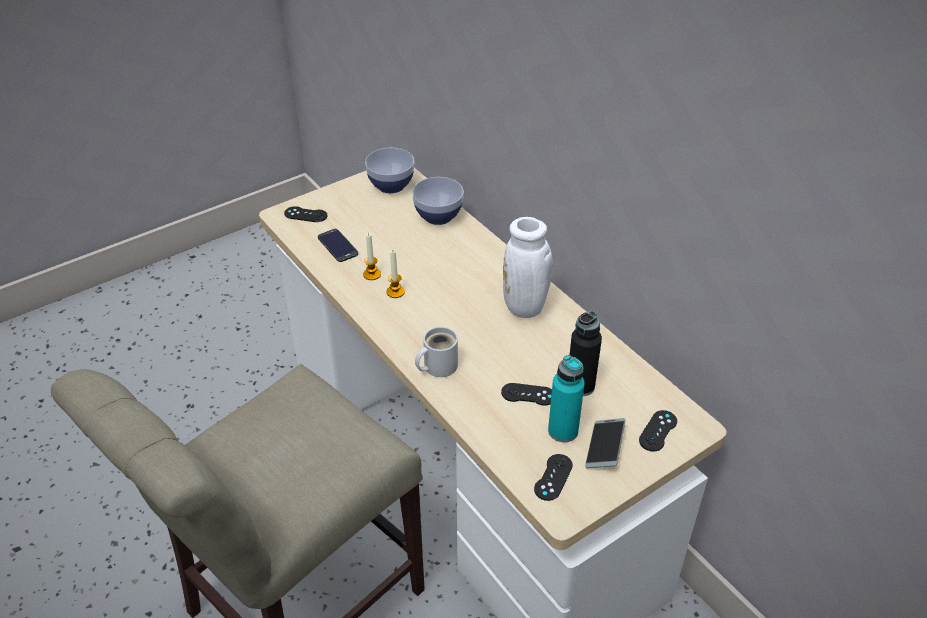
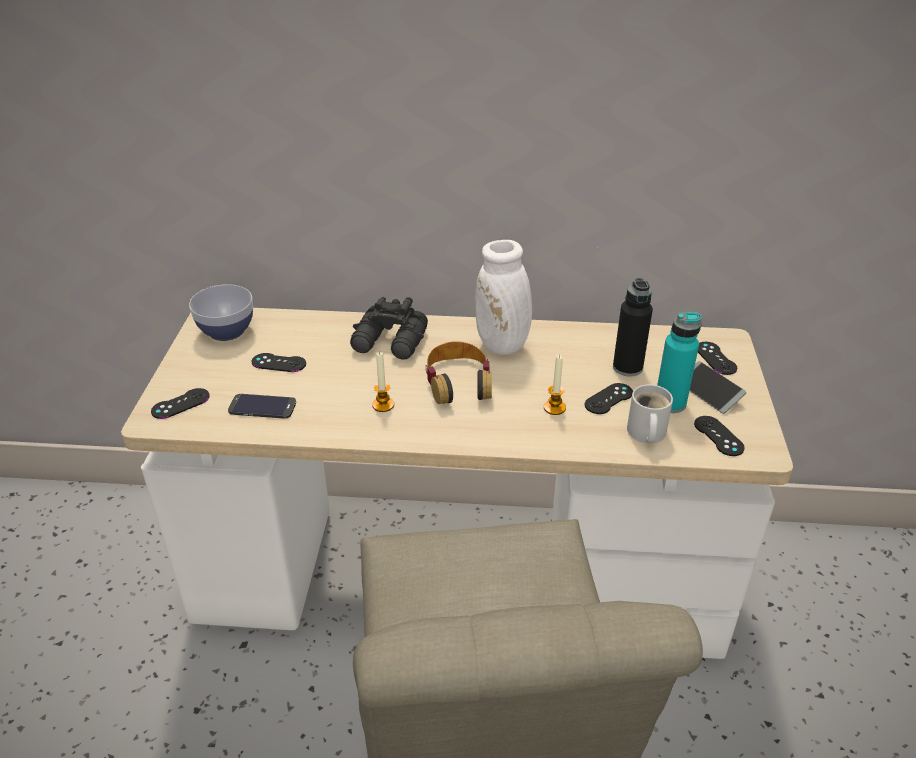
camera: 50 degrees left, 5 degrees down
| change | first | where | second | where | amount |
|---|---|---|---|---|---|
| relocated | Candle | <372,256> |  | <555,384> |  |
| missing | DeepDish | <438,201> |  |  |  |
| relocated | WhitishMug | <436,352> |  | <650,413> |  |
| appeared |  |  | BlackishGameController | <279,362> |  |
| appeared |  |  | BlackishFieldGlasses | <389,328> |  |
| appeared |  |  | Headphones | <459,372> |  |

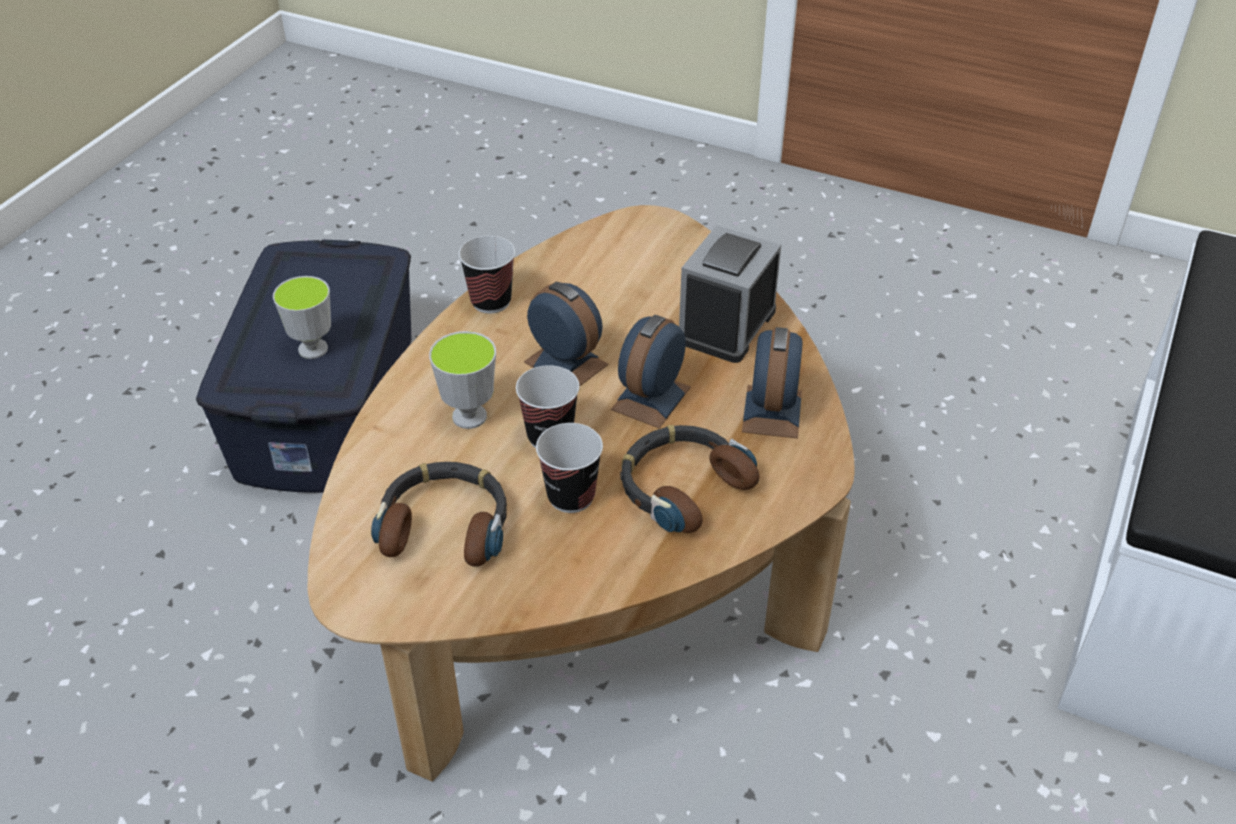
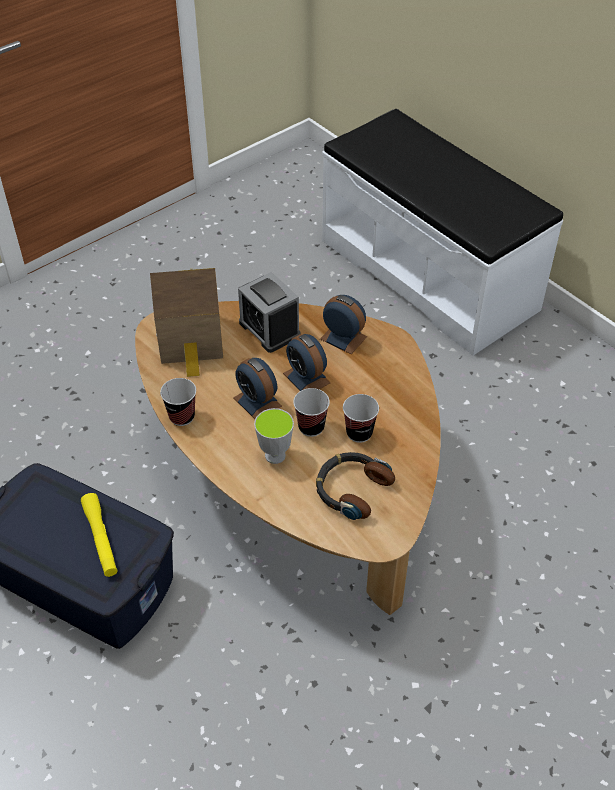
camera: 65 degrees left, 5 degrees up
| change | first | where | second | where | amount |
|---|---|---|---|---|---|
| exchanged | DrinkingCup | <302,317> | YellowColouredFlashlight | <99,535> |  |
| spun | BedsideClock | <566,334> |  | <257,388> | 105 degrees counterclockwise |
| missing | Headphones | <689,479> |  |  |  |
| appeared |  |  | ModelHouse | <186,322> |  |

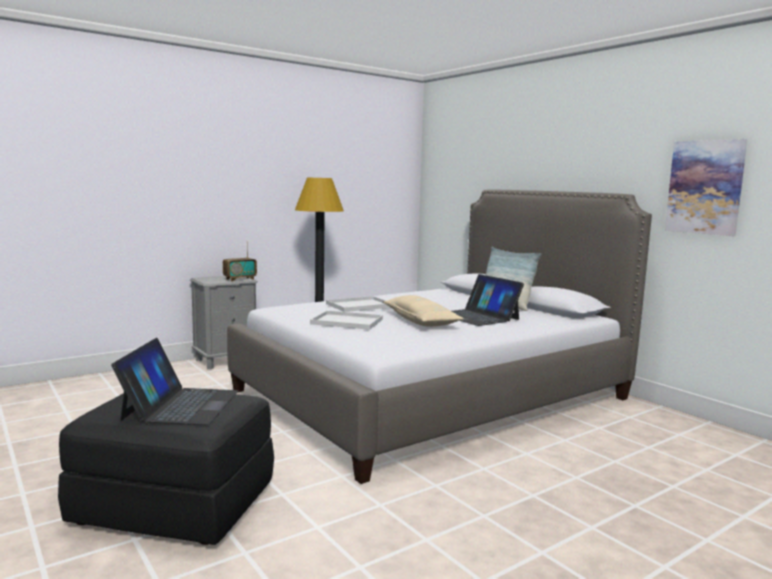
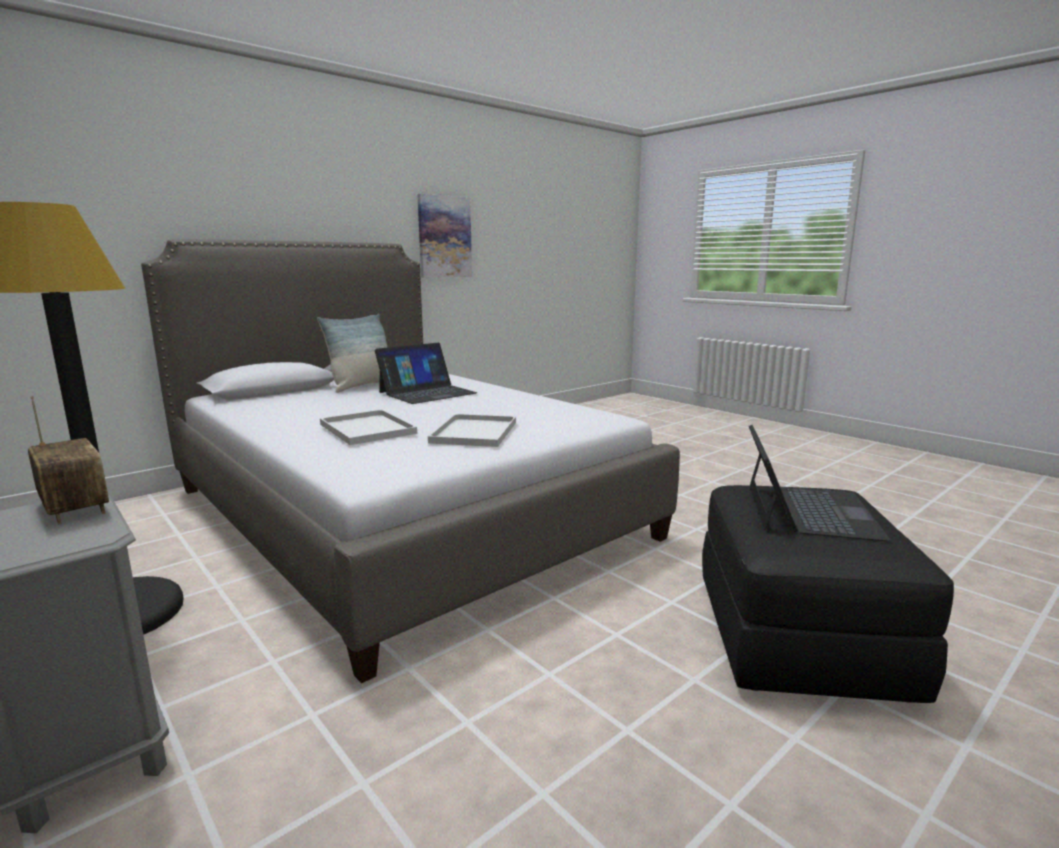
camera: 95 degrees left, 5 degrees up
| change | first | where | second | where | amount |
|---|---|---|---|---|---|
| spun | NotebookComputer | <174,381> |  | <820,483> | 105 degrees clockwise |
| missing | BeigeColouredThrowPillow | <423,311> |  |  |  |

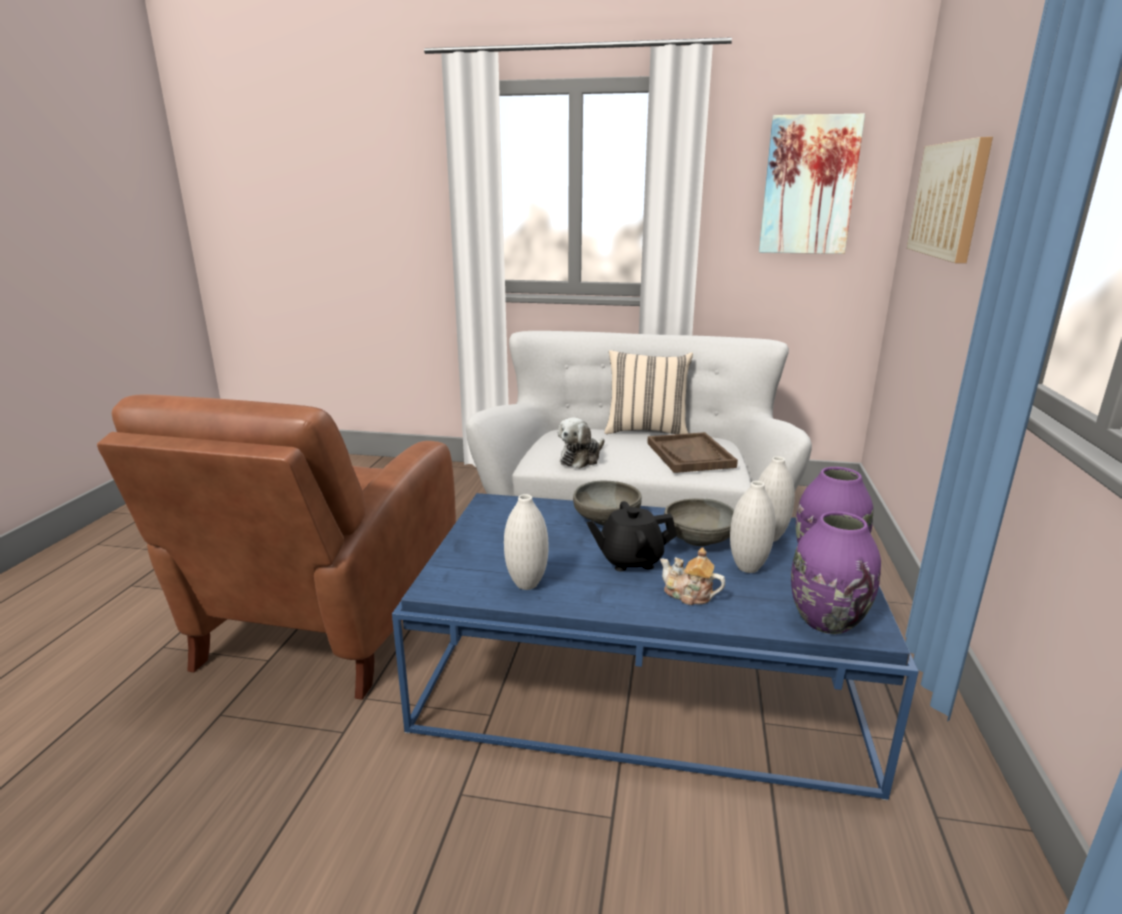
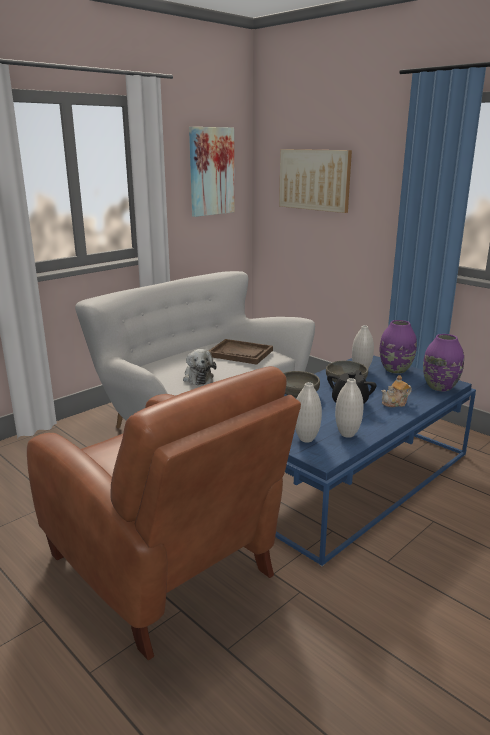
camera: 55 degrees left, 0 degrees up
| change | first | where | second | where | amount |
|---|---|---|---|---|---|
| missing | BeigeColouredThrowPillow | <648,392> |  |  |  |
| relocated | WhitishVase | <752,527> |  | <308,412> |  |

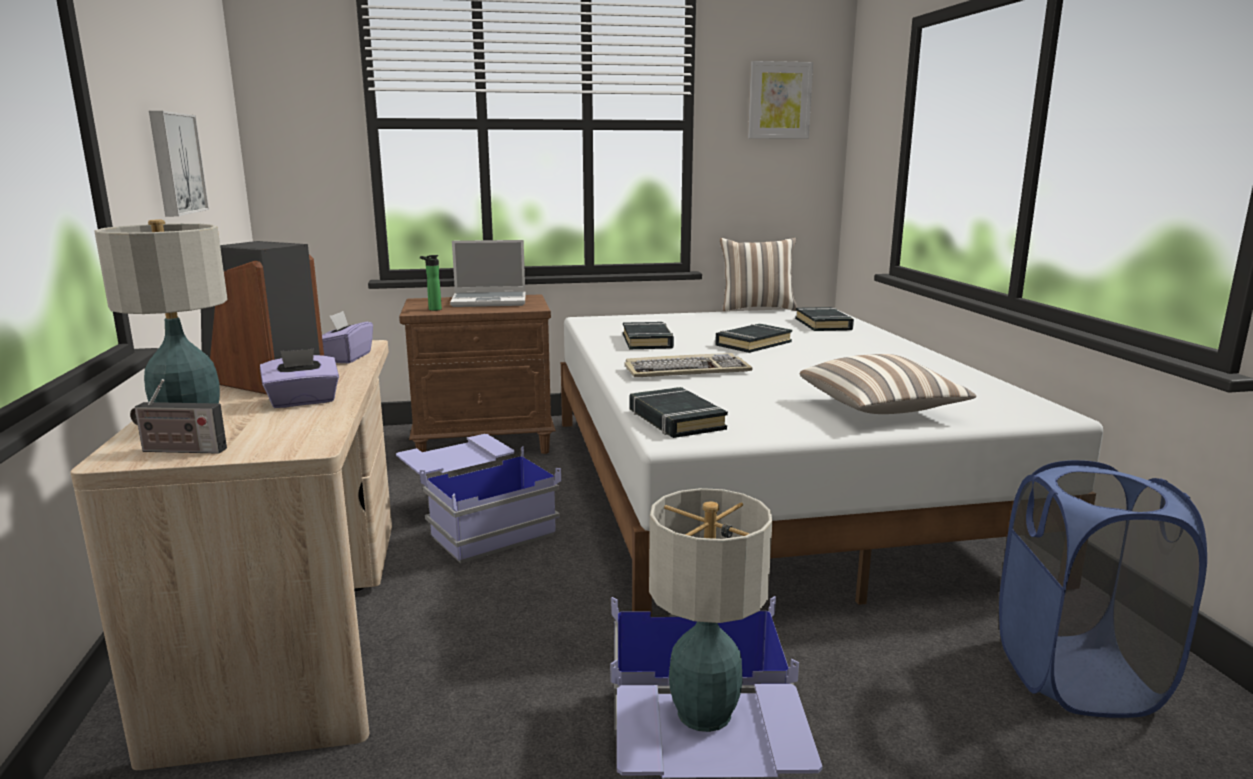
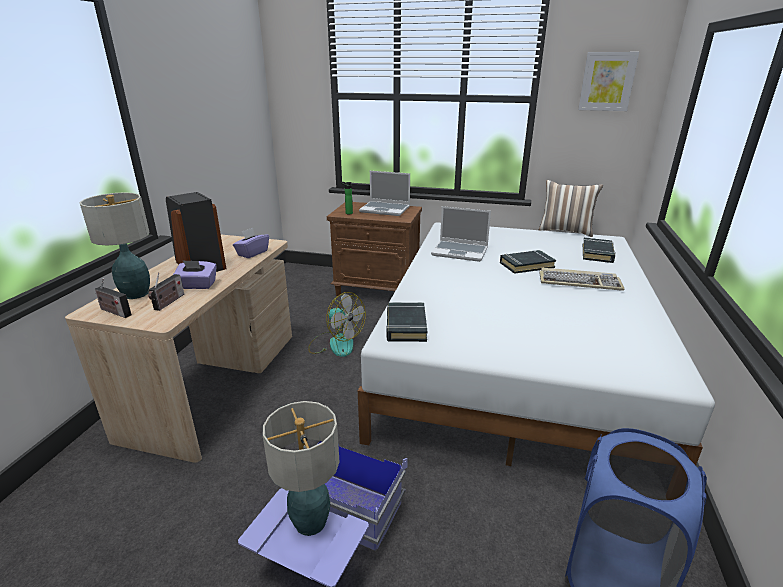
camera: 25 degrees right, 10 degrees up
| change | first | where | second | where | amount |
|---|---|---|---|---|---|
| missing | WallPicture | <179,163> |  |  |  |
| exchanged | BluishStorageBox | <478,499> | Fan | <337,324> |  |
| exchanged | BlackishBoundBook | <648,335> | NotebookComputer | <461,234> |  |
| relocated | Keyboard | <688,365> |  | <582,279> |  |
| missing | ThrowPillow | <888,384> |  |  |  |
| appeared |  |  | RadioSet | <166,292> |  |

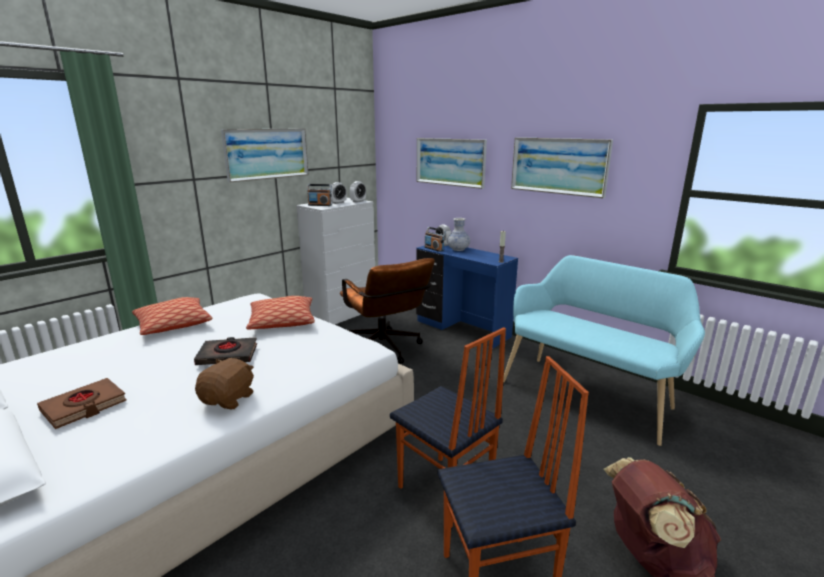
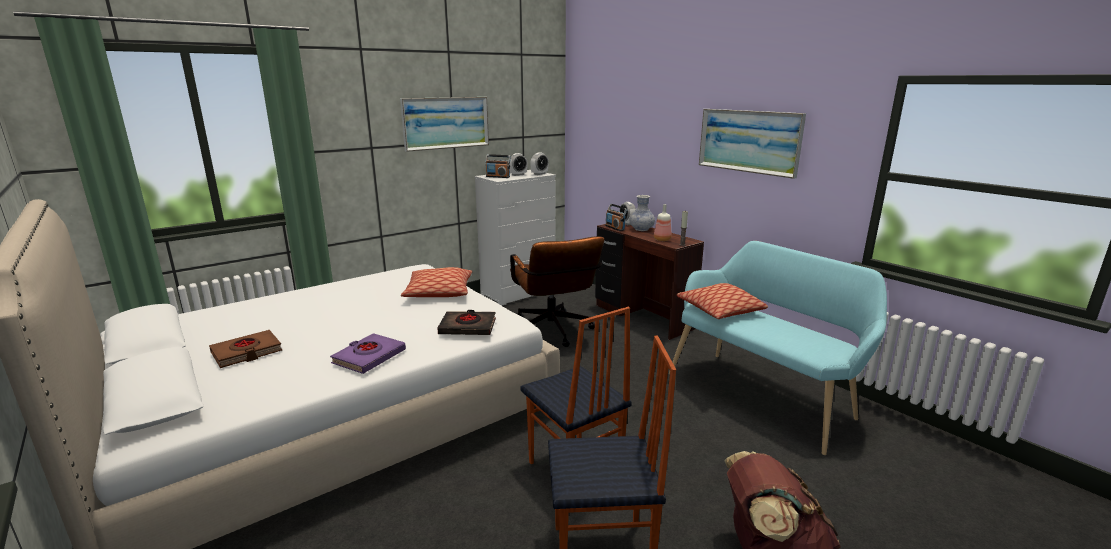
camera: 10 degrees right, 0 degrees up
| change | first | where | second | where | amount |
|---|---|---|---|---|---|
| relocated | ThrowPillow | <172,316> |  | <722,301> |  |
| relocated | BlackishBoundBook | <225,351> |  | <466,322> |  |
| exchanged | BrownPlushToy | <224,383> | PurplishBoundBook | <368,353> |  |
| colour | BluishDesk | <467,297> | BrownDesk | <649,282> |  |
| missing | WallPicture | <452,163> |  |  |  |
| appeared |  |  | BeverageBottle | <663,222> |  |

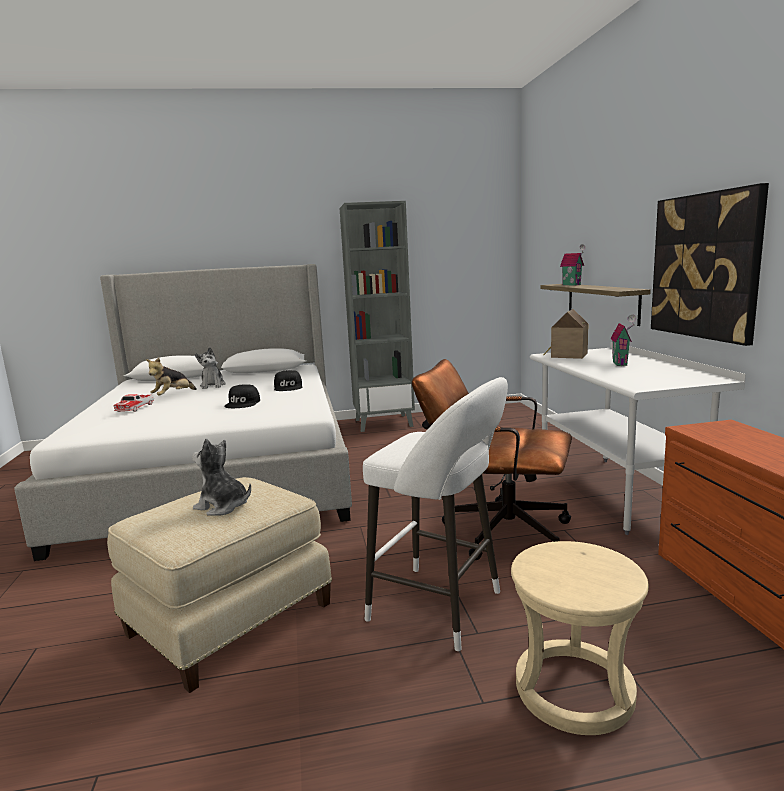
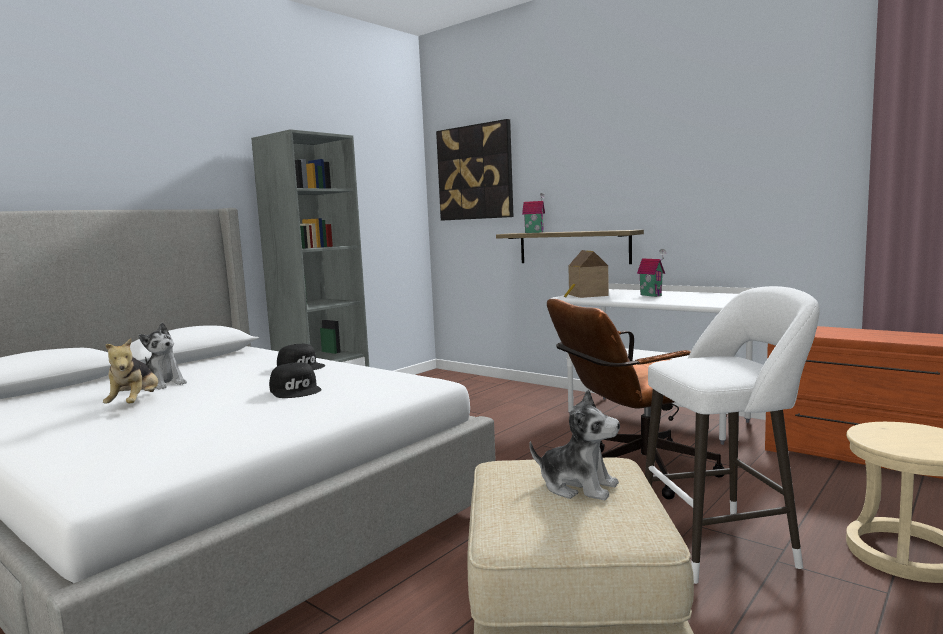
camera: 40 degrees left, 5 degrees down
| change | first | where | second | where | amount |
|---|---|---|---|---|---|
| missing | MiniatureCar | <134,403> |  |  |  |
| spun | PlushToy | <221,477> |  | <575,445> | 135 degrees counterclockwise |
| relocated | WallPicture | <710,264> |  | <475,170> |  |

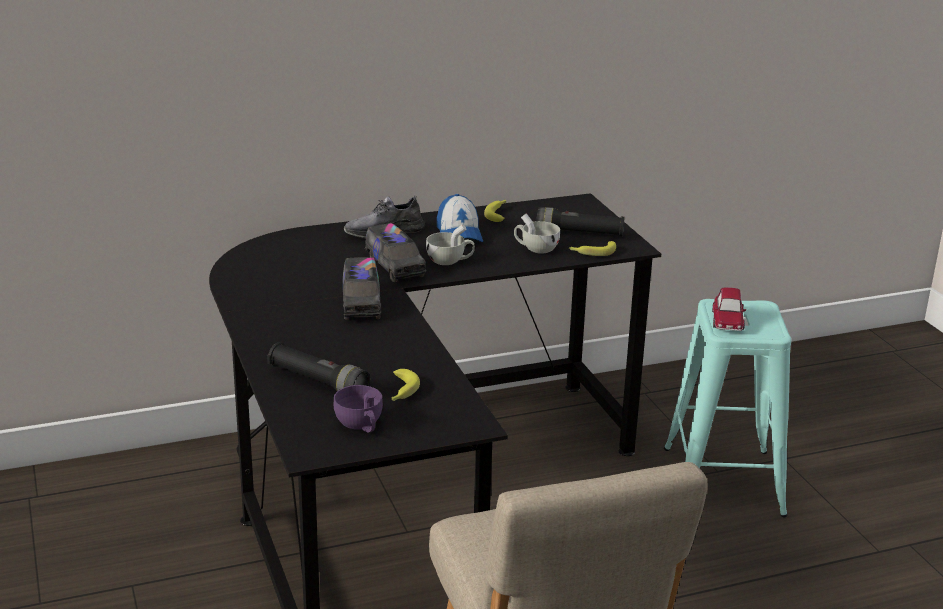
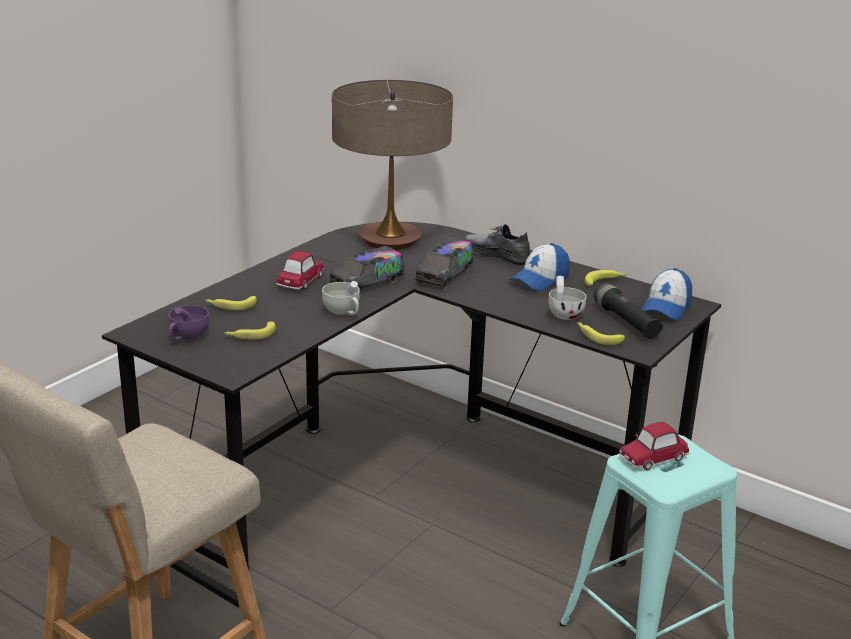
camera: 55 degrees right, 0 degrees up
| change | first | where | second | where | amount |
|---|---|---|---|---|---|
| exchanged | BlackishFlashlight | <318,366> | BananaFruit | <231,303> |  |
| relocated | WhitishDrinkingCup | <450,244> |  | <341,298> |  |
| appeared |  |  | MiniatureCar | <300,270> |  |
| appeared |  |  | TabletopLamp | <392,165> |  |
| appeared |  |  | PeakedCap | <666,294> |  |

